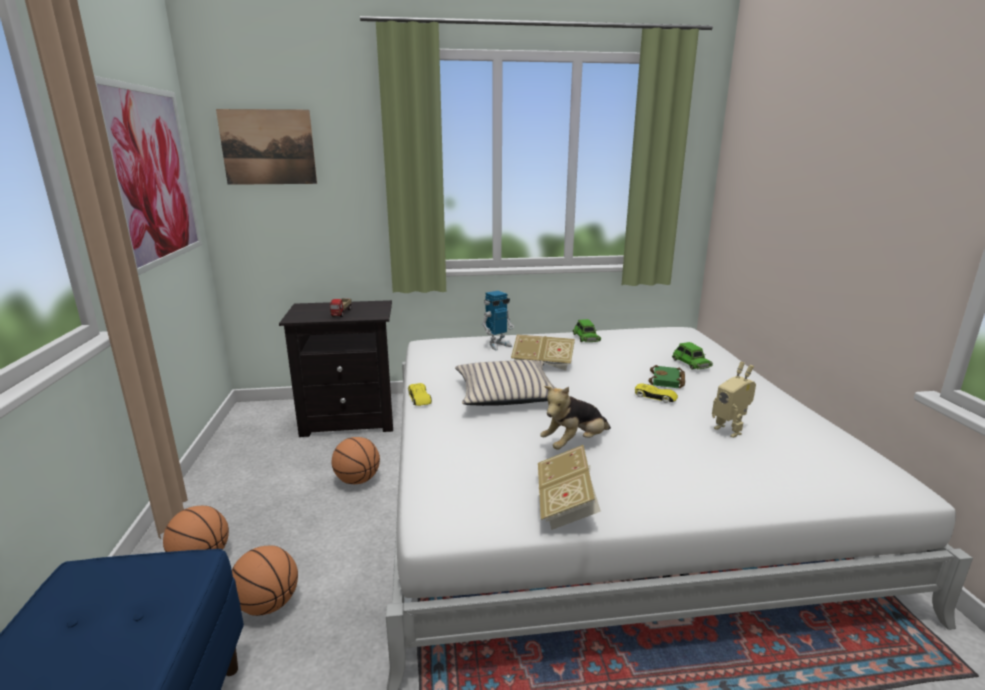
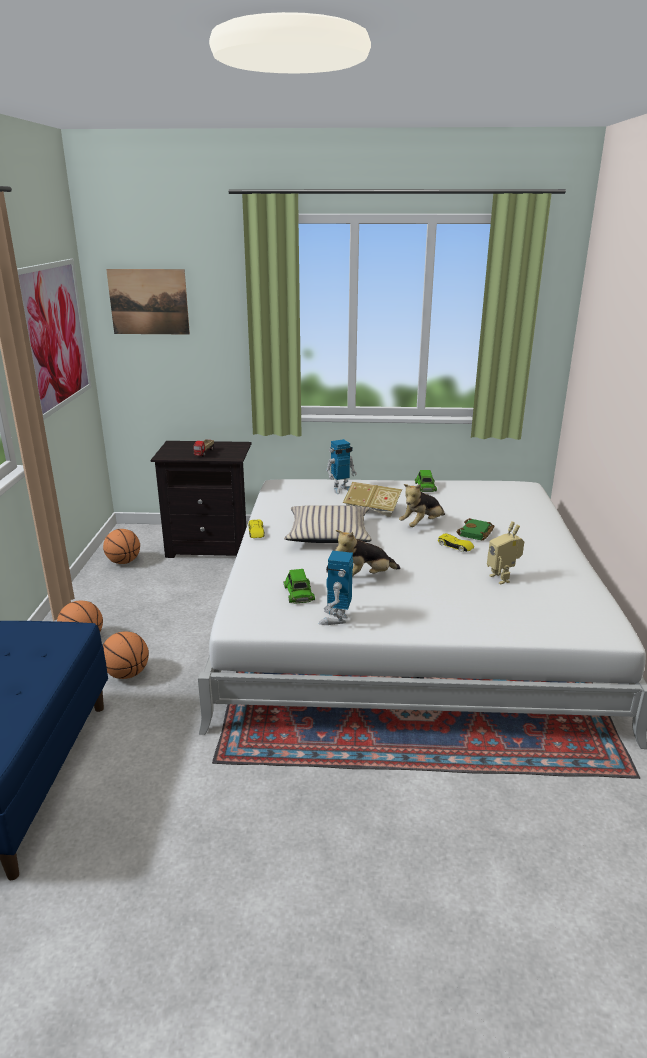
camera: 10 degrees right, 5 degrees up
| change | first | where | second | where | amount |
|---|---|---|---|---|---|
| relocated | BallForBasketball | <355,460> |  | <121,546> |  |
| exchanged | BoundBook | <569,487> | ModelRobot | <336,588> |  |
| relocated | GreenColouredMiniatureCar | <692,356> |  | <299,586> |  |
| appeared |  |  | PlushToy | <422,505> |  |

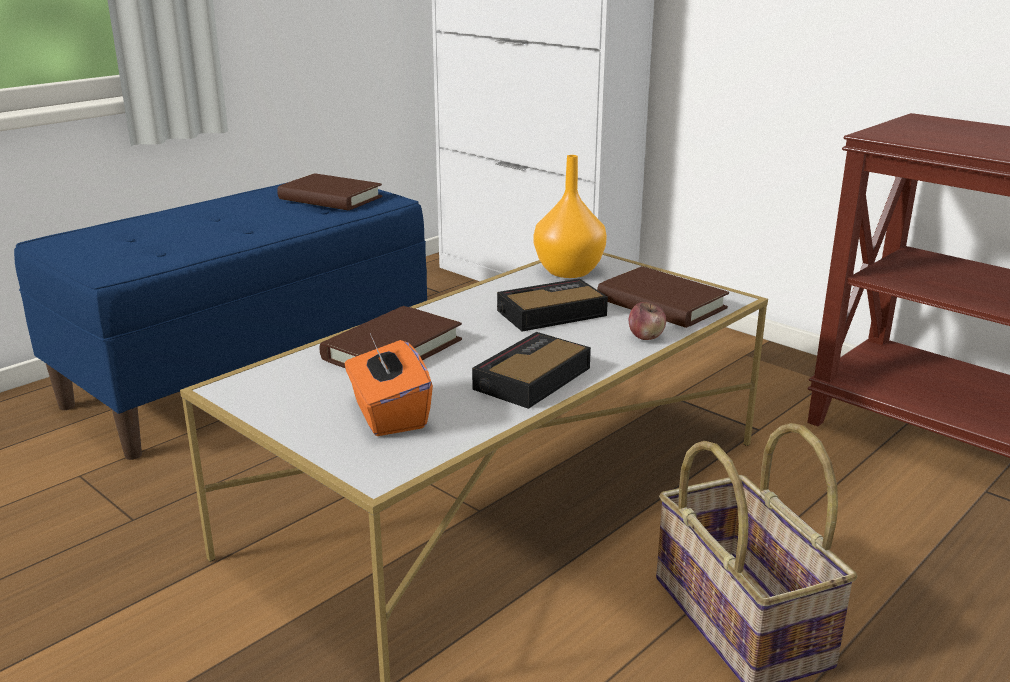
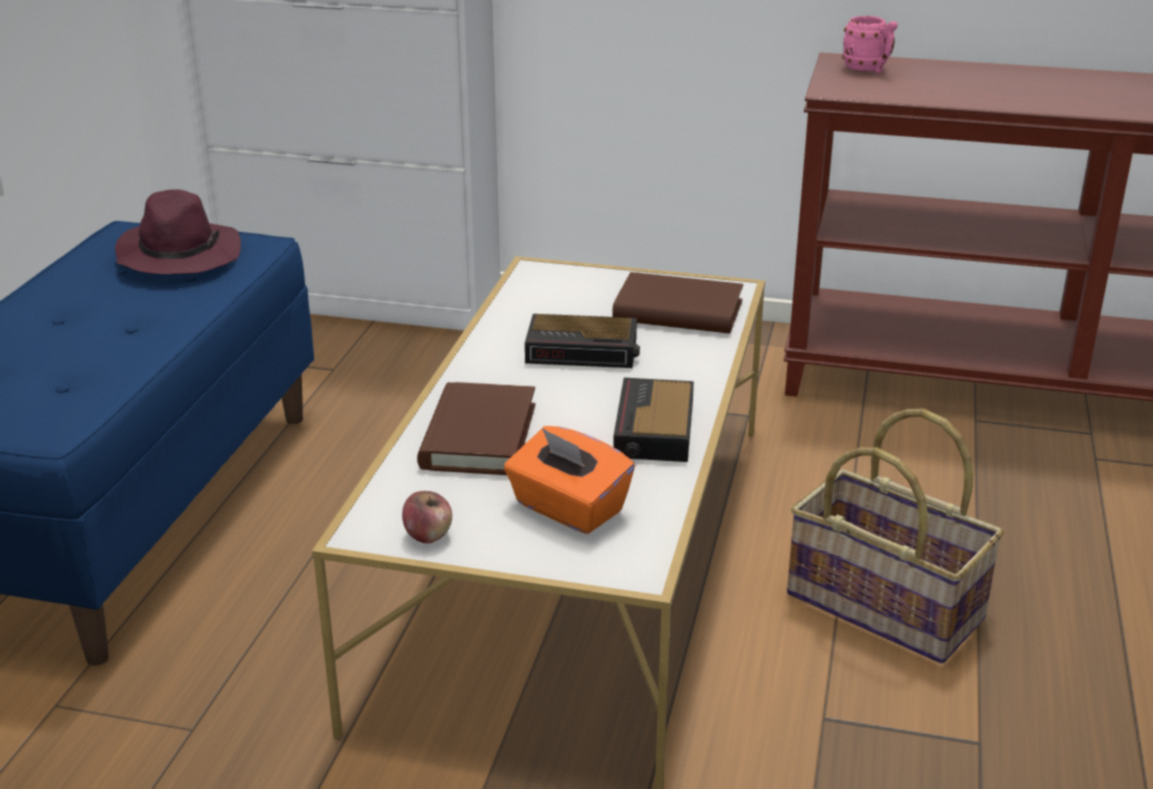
camera: 30 degrees left, 5 degrees up
| change | first | where | second | where | amount |
|---|---|---|---|---|---|
| exchanged | BrownBoundBook | <329,191> | PurplishClothingHat | <178,231> |  |
| spun | BedsideClock | <552,304> |  | <582,341> | 120 degrees counterclockwise |
| missing | OrangeVase | <570,216> |  |  |  |
| relocated | AppleFruit | <647,321> |  | <427,517> |  |
| appeared |  |  | PinkColouredMug | <870,44> |  |

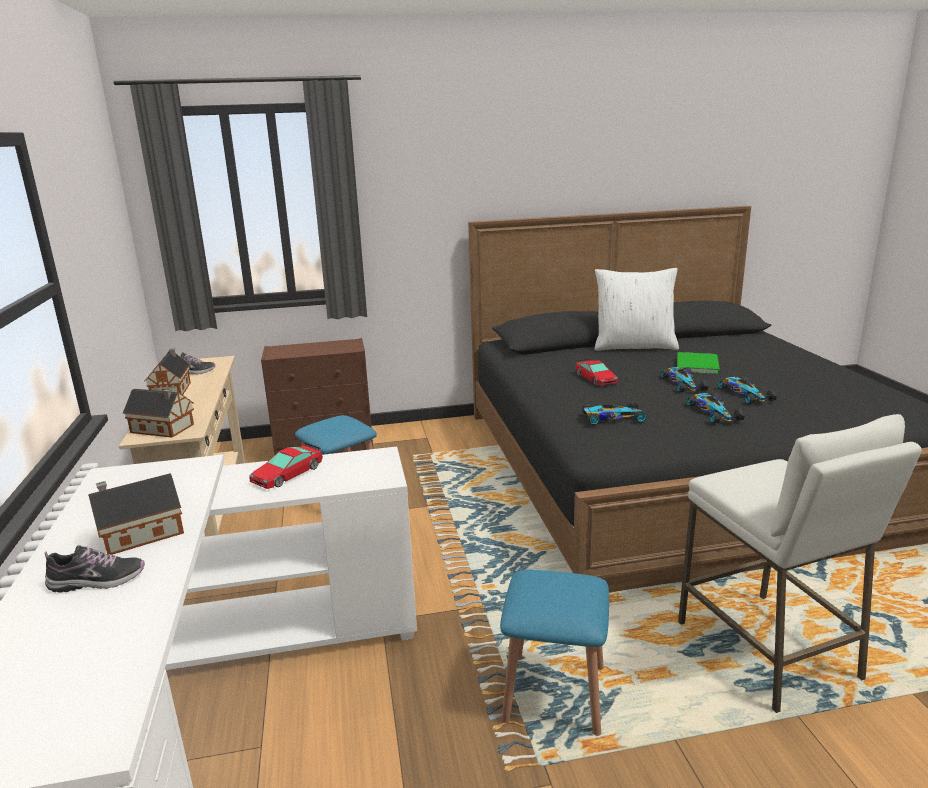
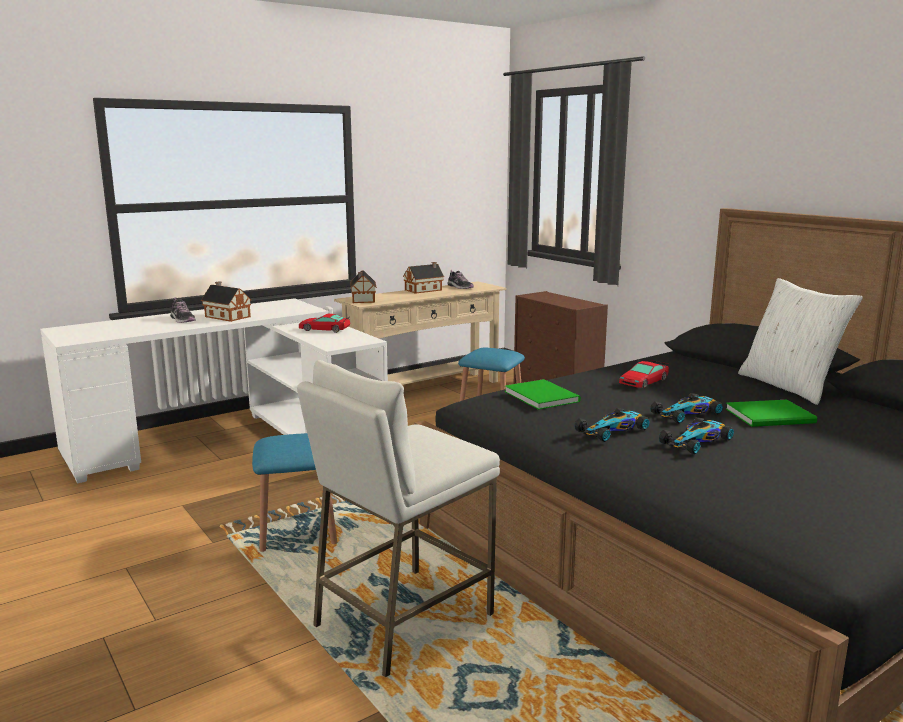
camera: 65 degrees right, 5 degrees down
| change | first | where | second | where | amount |
|---|---|---|---|---|---|
| exchanged | MiniatureCar | <614,413> | GreenColouredBoundBook | <543,394> |  |

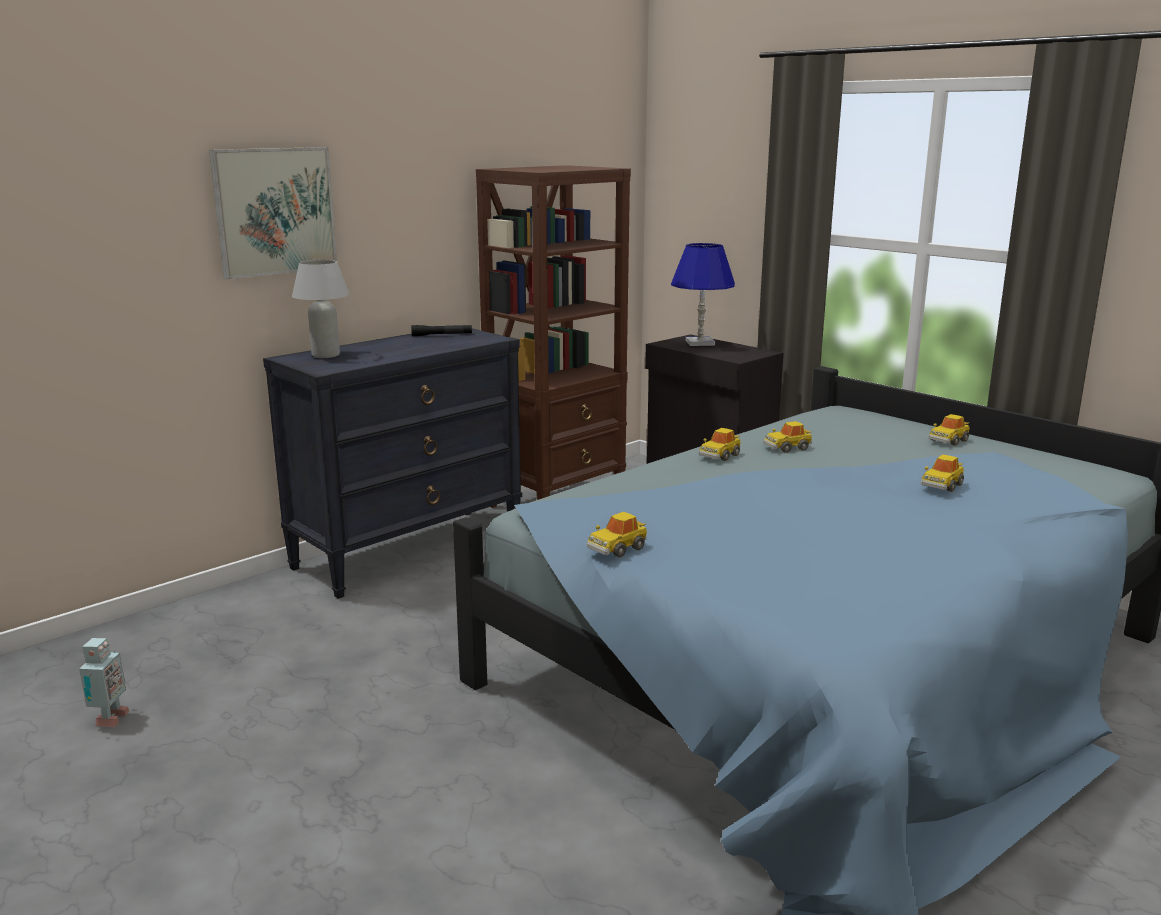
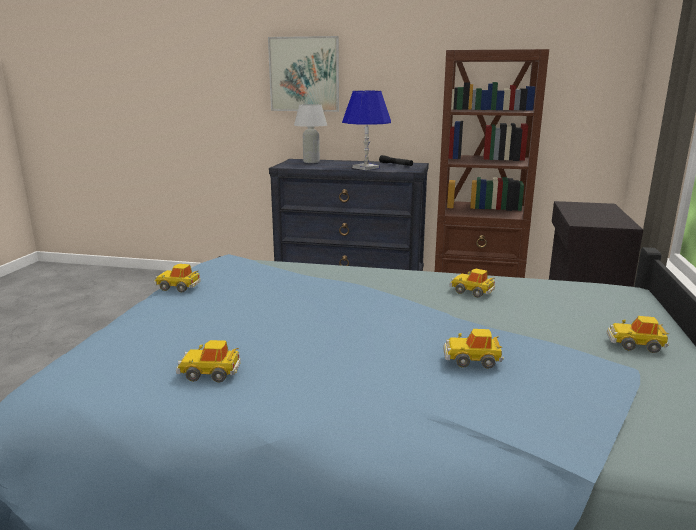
camera: 55 degrees right, 0 degrees up
| change | first | where | second | where | amount |
|---|---|---|---|---|---|
| missing | ModelRobot | <104,682> |  |  |  |
| relocated | BluishTabletopLamp | <703,294> |  | <366,130> |  |
| relocated | MiniatureCar | <720,444> |  | <208,361> |  |

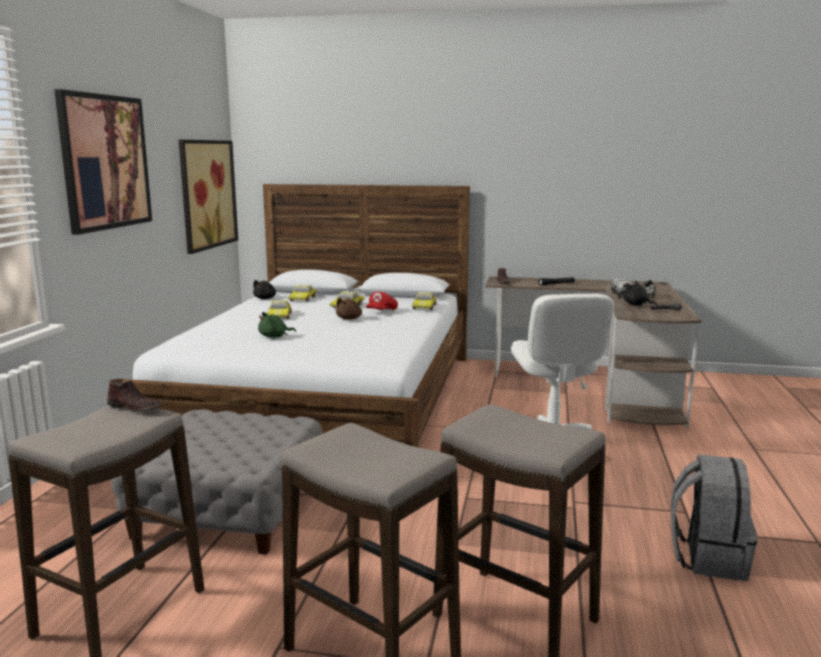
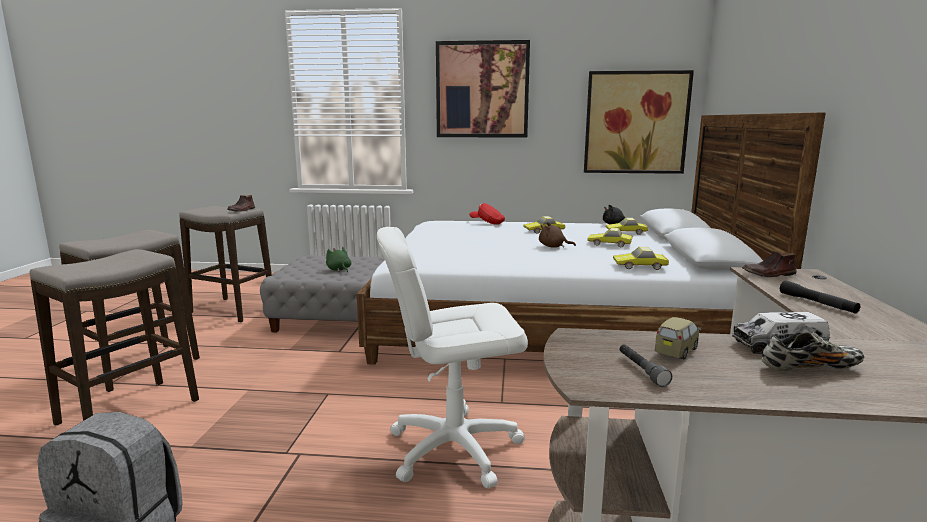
camera: 85 degrees right, 0 degrees up
| change | first | where | second | where | amount |
|---|---|---|---|---|---|
| relocated | GreenColouredPlushToy | <277,325> |  | <338,259> |  |
| relocated | RedPeakedCap | <382,301> |  | <487,214> |  |
| exchanged | BlackishPlushToy | <640,293> | MiniatureCar | <678,338> |  |

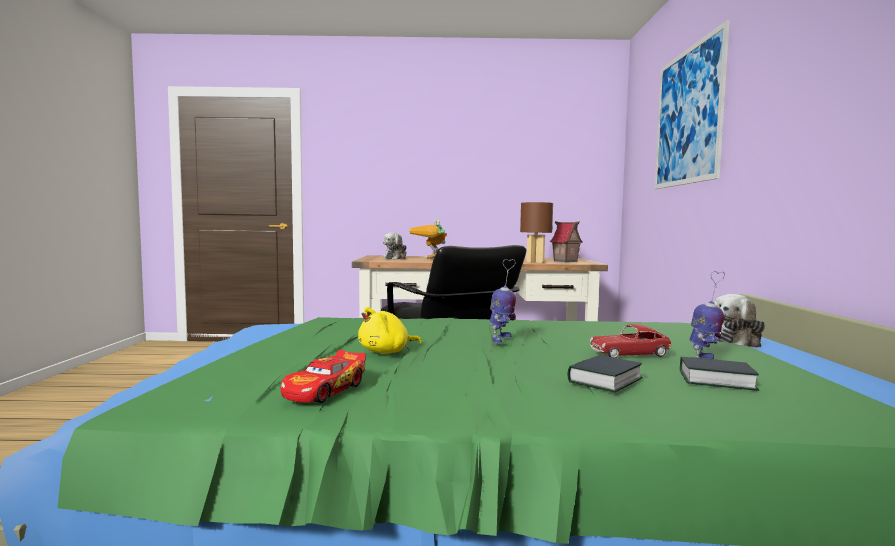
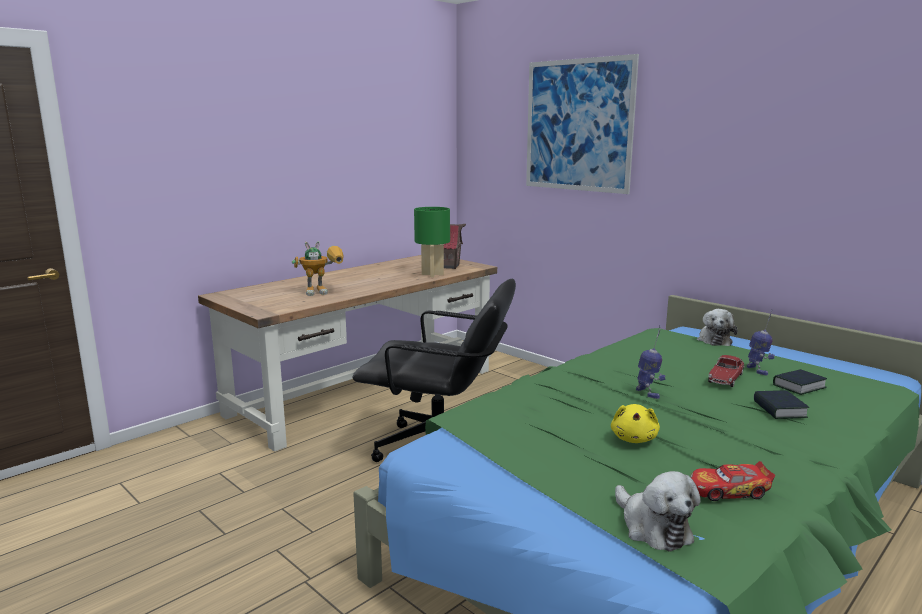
camera: 45 degrees left, 10 degrees up
| change | first | where | second | where | amount |
|---|---|---|---|---|---|
| spun | MiniatureCar | <323,376> |  | <732,481> | 105 degrees clockwise |
| relocated | PlushToy | <395,246> |  | <658,511> |  |
| spun | ModelRobot | <428,239> |  | <317,268> | 90 degrees counterclockwise |
| colour | BrownTabletopLamp | <536,232> | GreenColouredTabletopLamp | <432,242> |  |

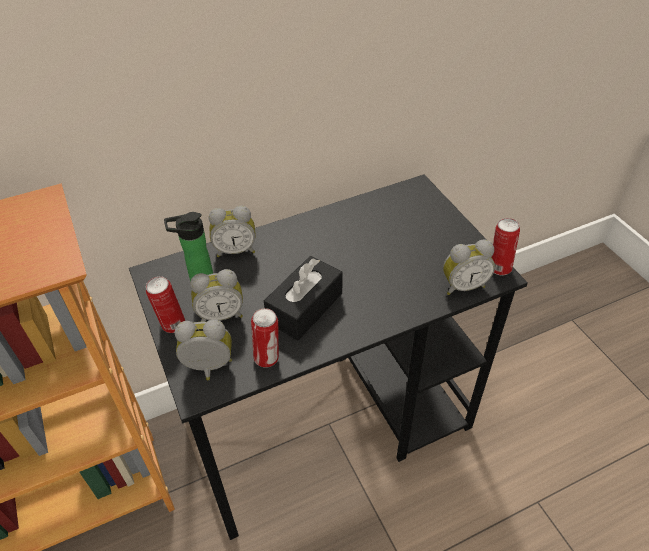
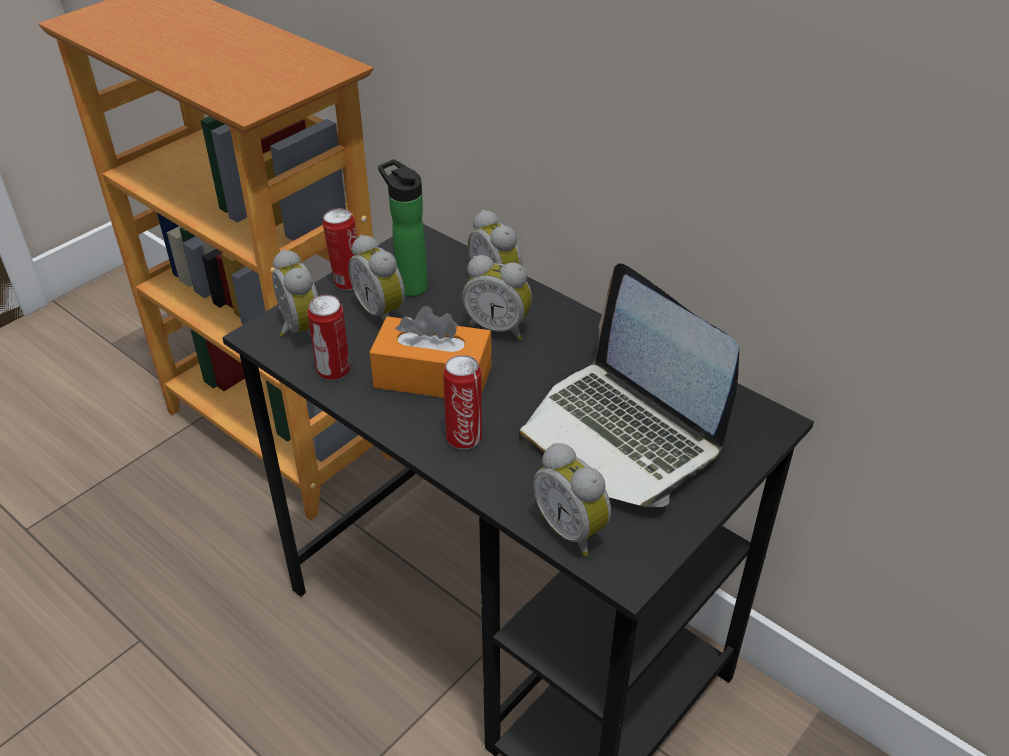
camera: 65 degrees right, 5 degrees down
| change | first | where | second | where | amount |
|---|---|---|---|---|---|
| colour | BlackishTissueBox | <303,298> | OrangeTissueBox | <430,352> |  |
| relocated | Can | <506,246> |  | <462,402> |  |
| appeared |  |  | BedsideClock | <497,297> |  |
| appeared |  |  | NotebookComputer | <628,385> |  |

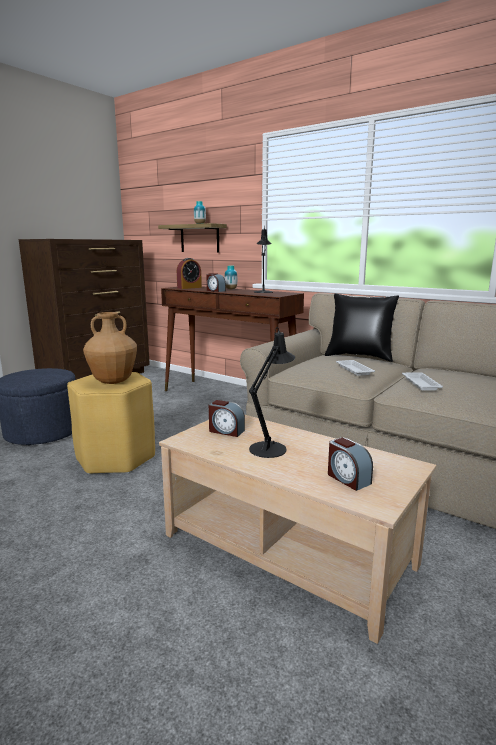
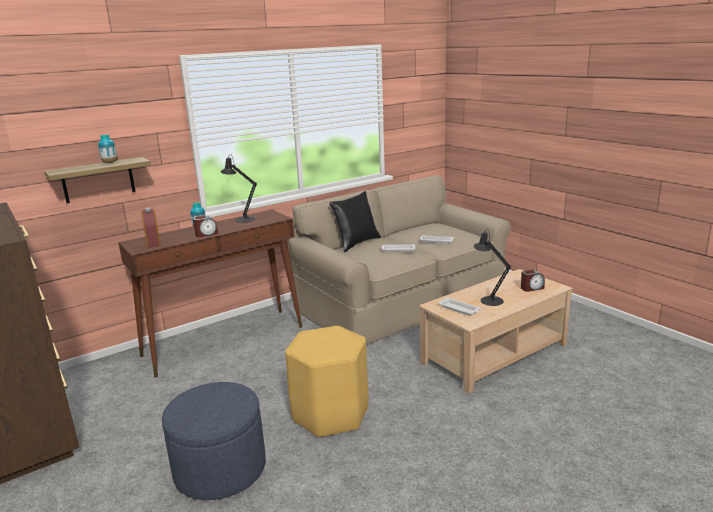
camera: 70 degrees left, 5 degrees up
| change | first | where | second | where | amount |
|---|---|---|---|---|---|
| missing | BrownVase | <110,348> |  |  |  |
| exchanged | BedsideClock | <227,418> | WhitishTray | <459,306> |  |

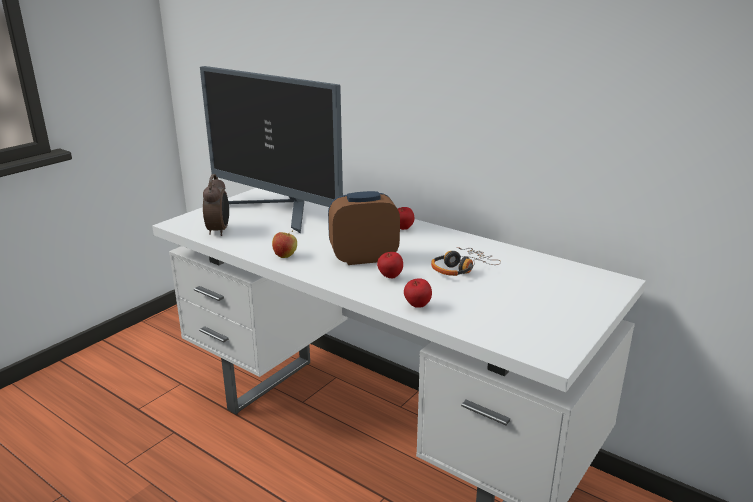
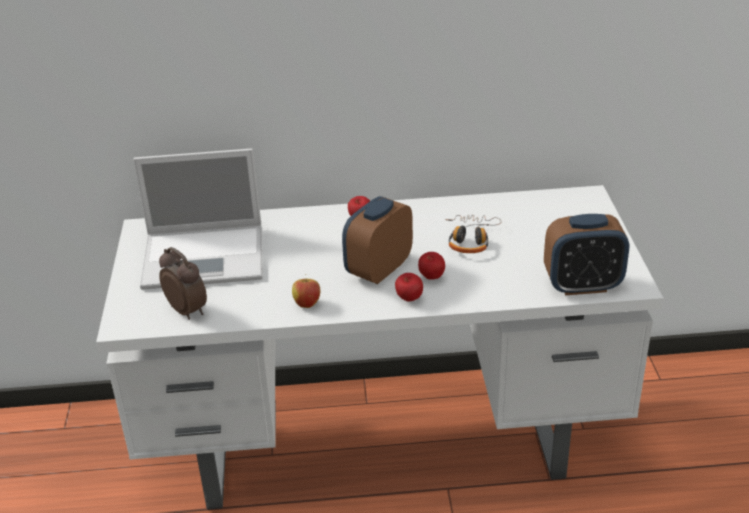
camera: 40 degrees left, 10 degrees up
| change | first | where | second | where | amount |
|---|---|---|---|---|---|
| exchanged | Monitor | <271,149> | NotebookComputer | <198,219> |  |
| relocated | AppleFruit | <418,293> |  | <409,287> |  |
| appeared |  |  | BedsideClock | <586,254> |  |

